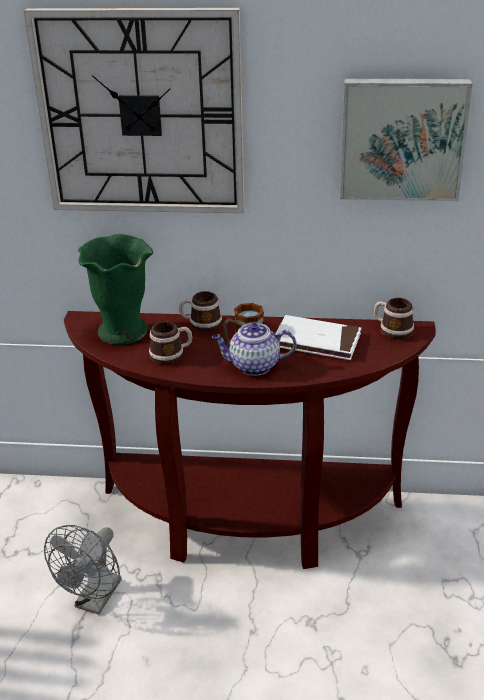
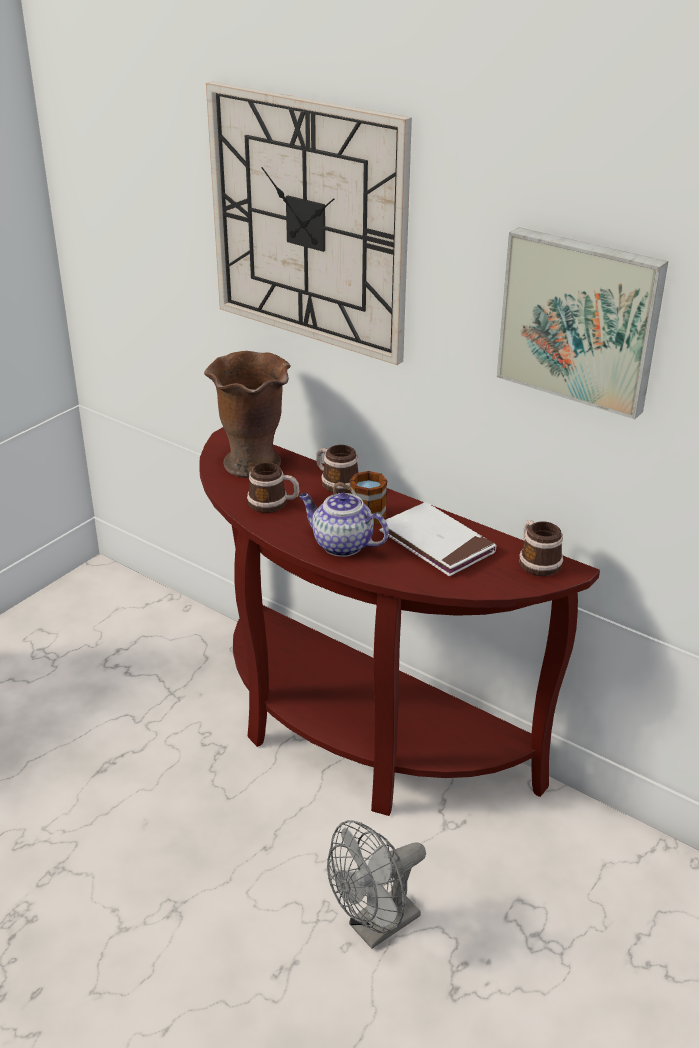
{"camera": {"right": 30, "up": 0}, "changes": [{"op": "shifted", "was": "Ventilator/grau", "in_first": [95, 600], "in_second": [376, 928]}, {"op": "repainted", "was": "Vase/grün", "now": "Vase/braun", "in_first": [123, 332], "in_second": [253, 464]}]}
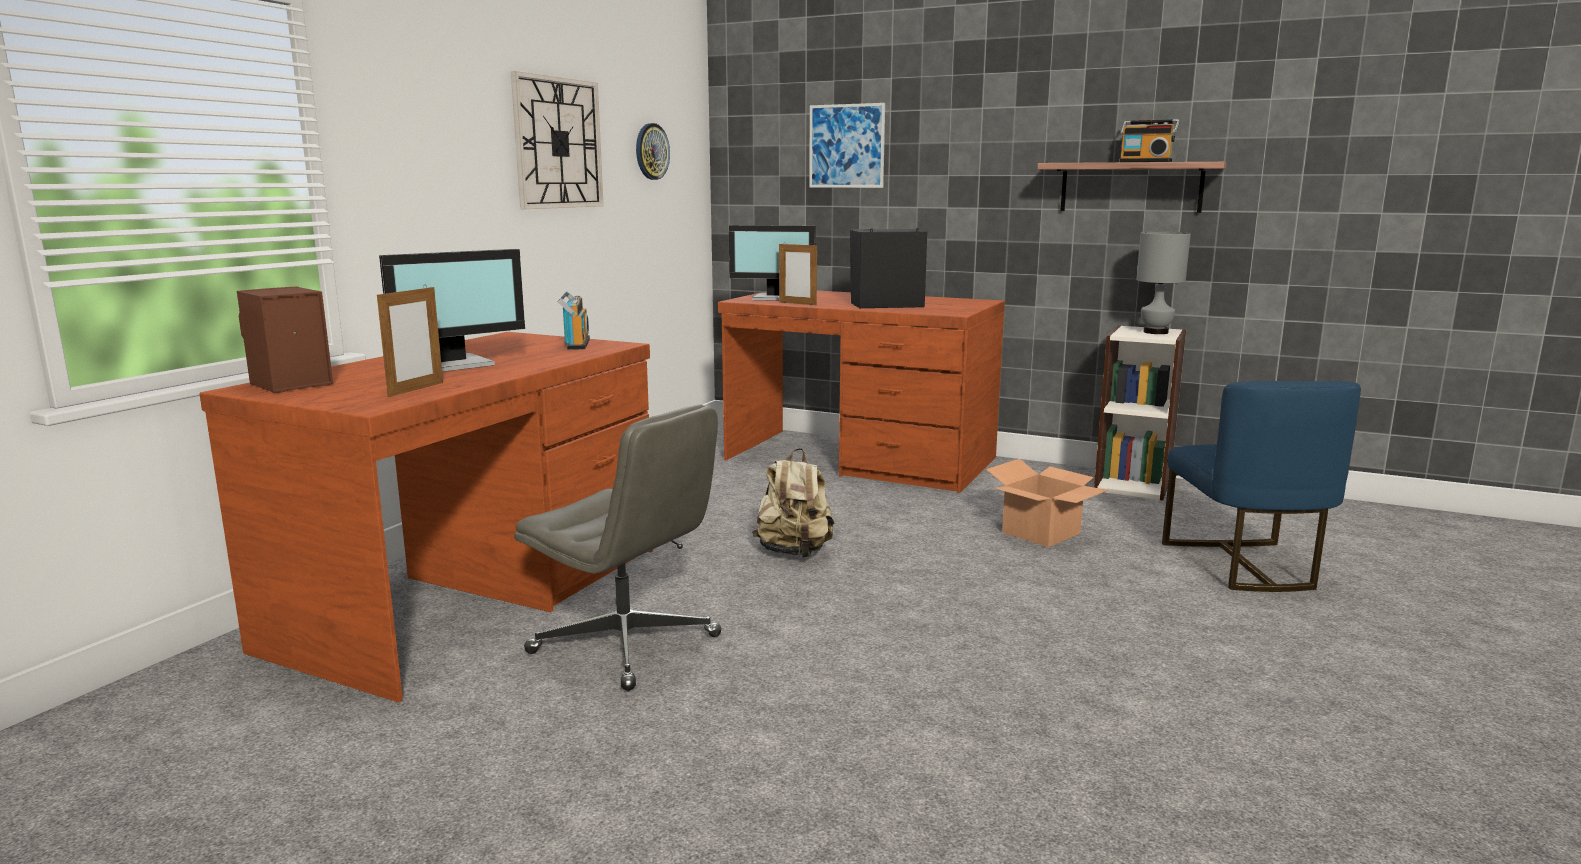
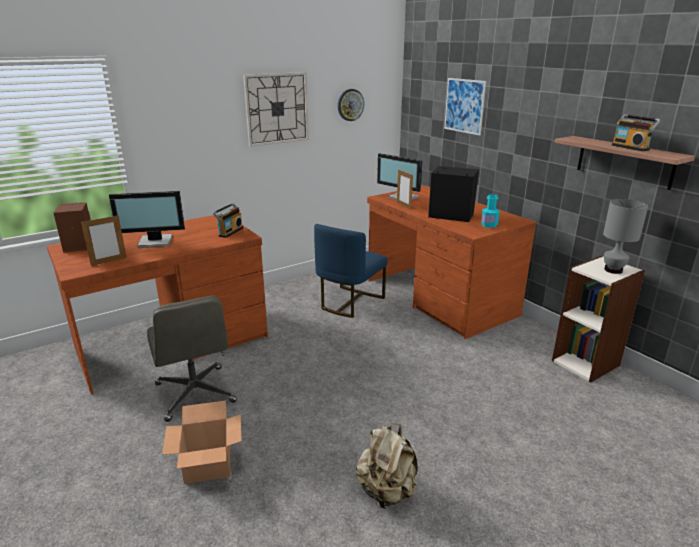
{"camera": {"right": 30, "up": 10}, "changes": [{"op": "new", "now": "Flasche/türkis", "in_second": [489, 225]}, {"op": "shifted", "was": "Rucksack/beige", "in_first": [794, 553], "in_second": [387, 491]}, {"op": "shifted", "was": "Karton", "in_first": [1041, 532], "in_second": [208, 464]}, {"op": "shifted", "was": "Stuhl/blau", "in_first": [1243, 565], "in_second": [349, 302]}]}
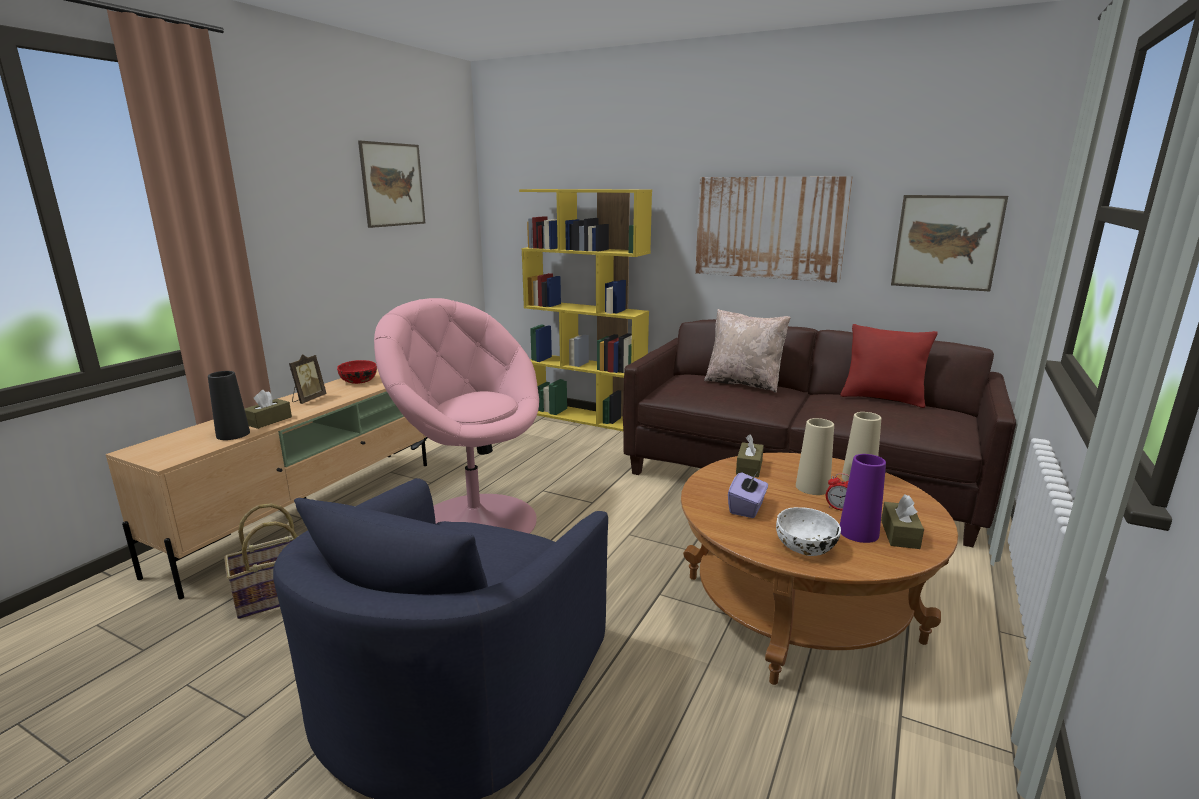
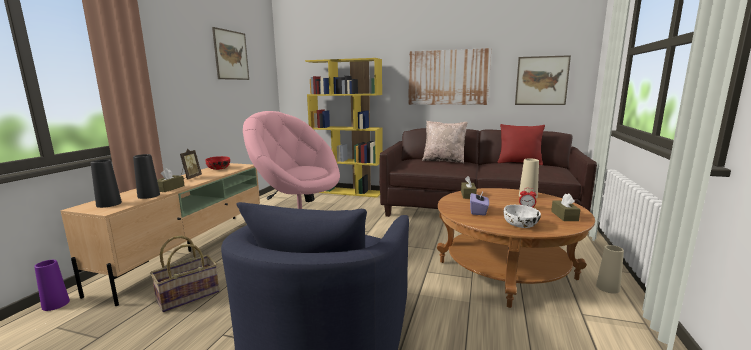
{"camera": {"right": -10, "up": -5}, "changes": [{"op": "new", "now": "Vase/schwarz", "in_second": [109, 204]}, {"op": "shifted", "was": "Vase/beige", "in_first": [812, 487], "in_second": [607, 287]}, {"op": "shifted", "was": "Vase/lila", "in_first": [858, 532], "in_second": [56, 304]}]}
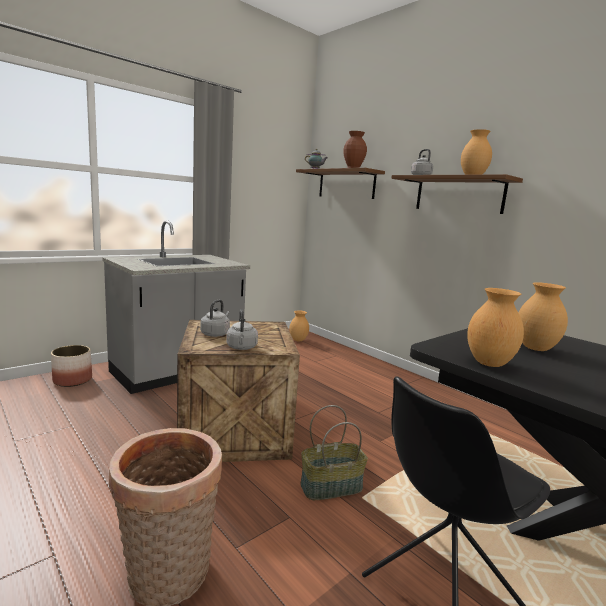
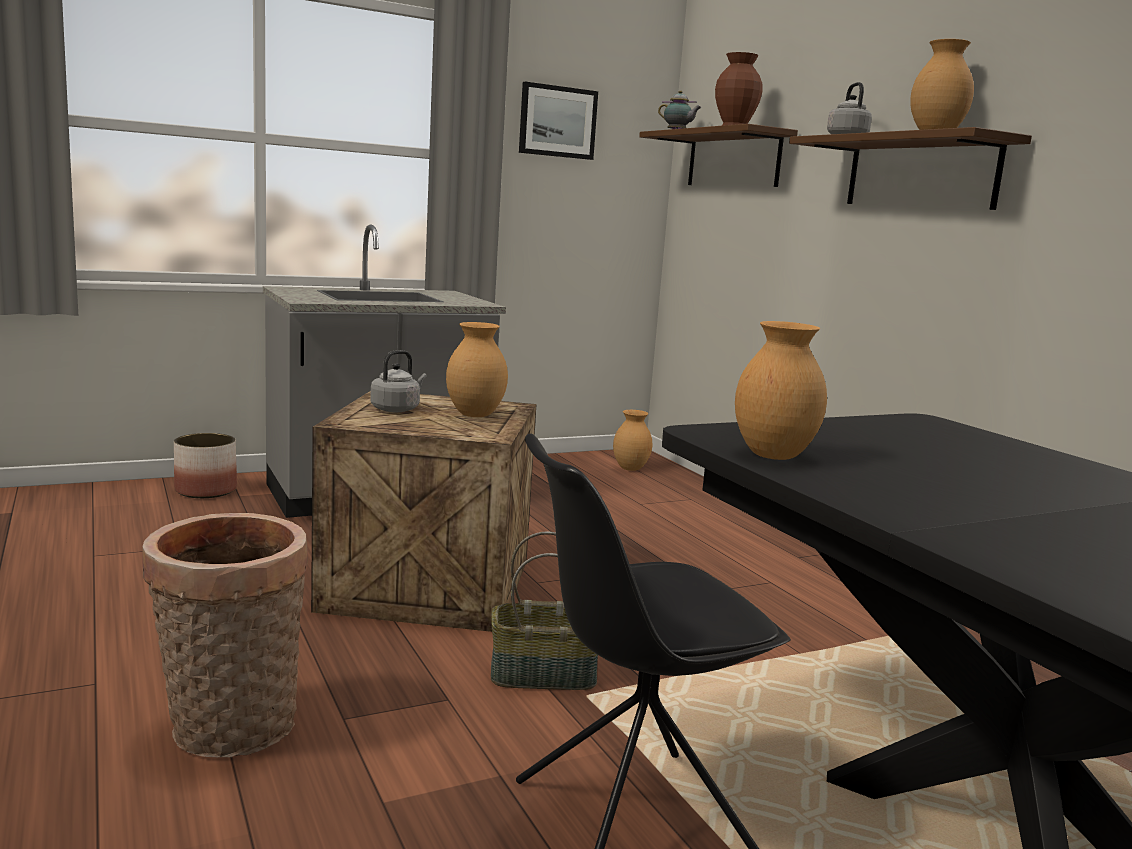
{"camera": {"right": 15, "up": 0}, "changes": [{"op": "gone", "was": "Wasserkessel/grau", "in_first": [241, 348]}, {"op": "new", "now": "Bild", "in_second": [557, 121]}, {"op": "shifted", "was": "Vase/braun", "in_first": [536, 348], "in_second": [475, 415]}]}
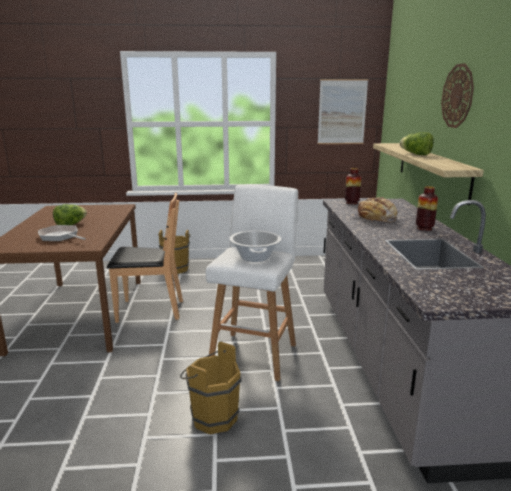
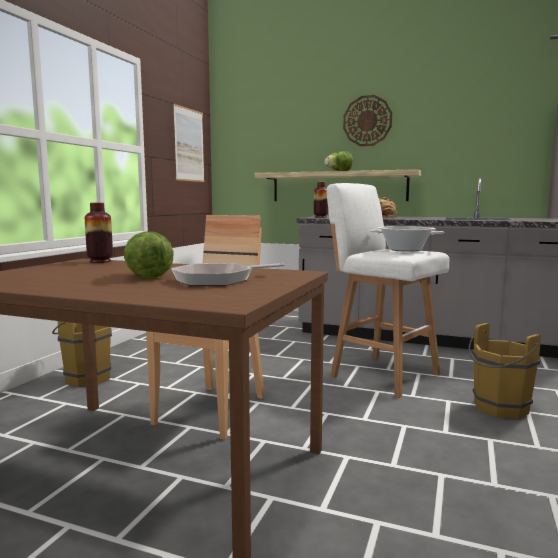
{"camera": {"right": -65, "up": -10}, "changes": [{"op": "shifted", "was": "Vase", "in_first": [424, 228], "in_second": [100, 261]}]}
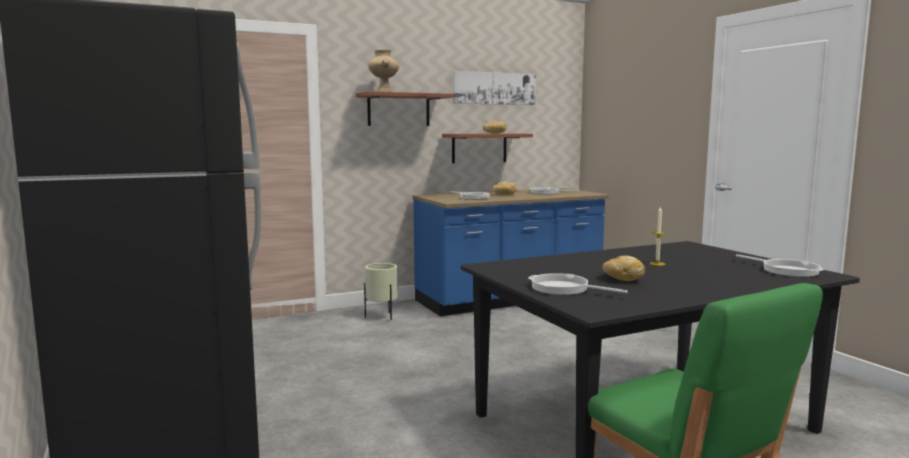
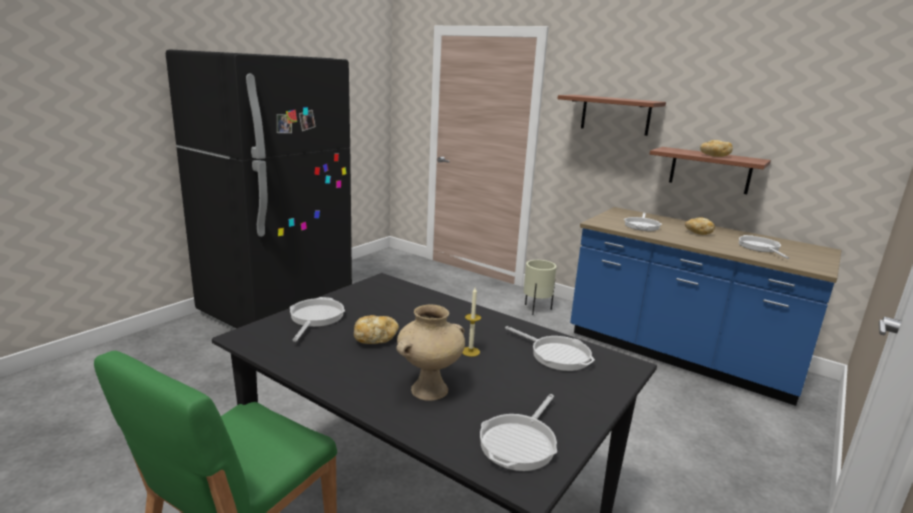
{"camera": {"right": 60, "up": 10}, "changes": [{"op": "gone", "was": "Bild", "in_first": [494, 88]}, {"op": "new", "now": "Pfanne", "in_second": [556, 355]}, {"op": "shifted", "was": "Vase/beige", "in_first": [383, 92], "in_second": [429, 389]}]}
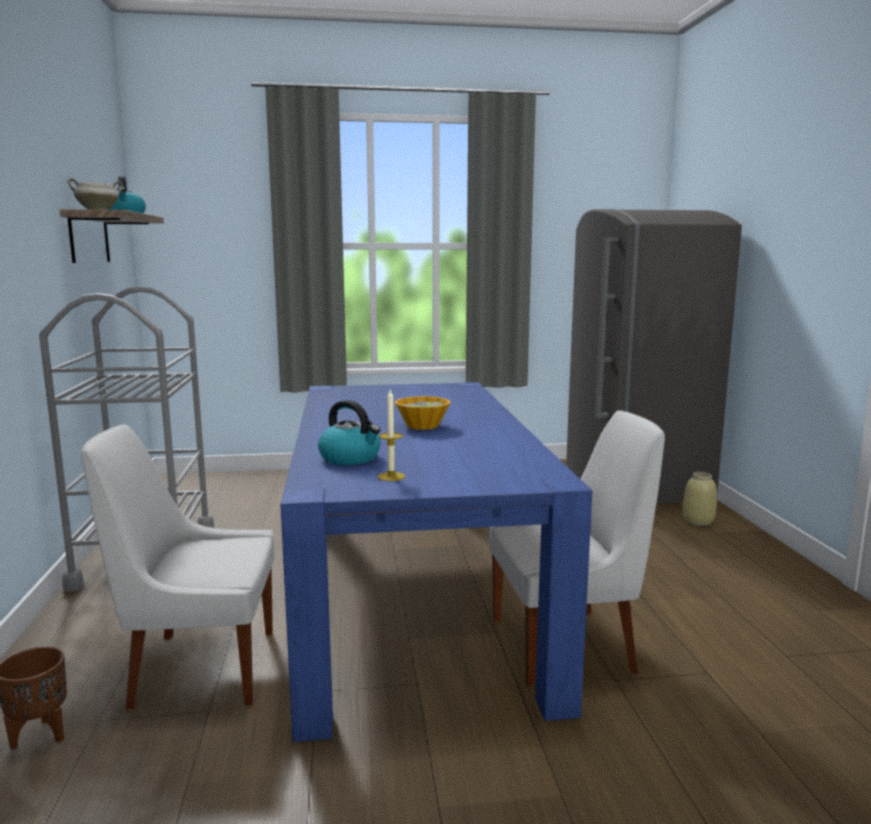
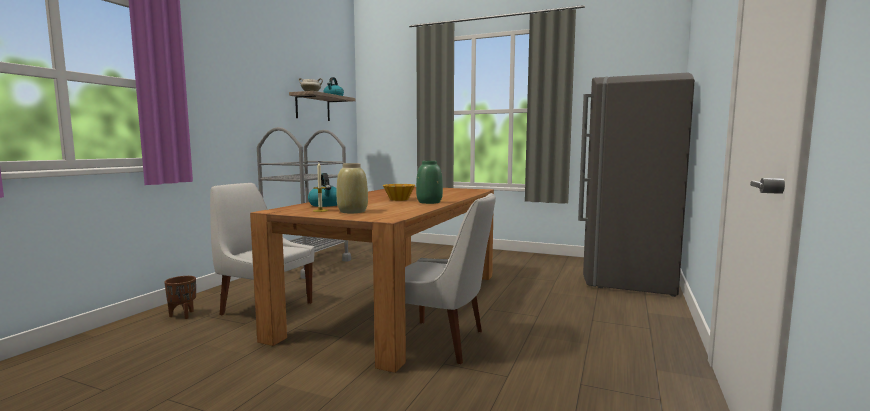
{"camera": {"right": 30, "up": -5}, "changes": [{"op": "new", "now": "Vase/grün", "in_second": [429, 202]}, {"op": "shifted", "was": "Vase/beige", "in_first": [698, 521], "in_second": [352, 211]}, {"op": "repainted", "was": "Esstisch/blau", "now": "Esstisch/braun", "in_first": [412, 594], "in_second": [398, 302]}]}
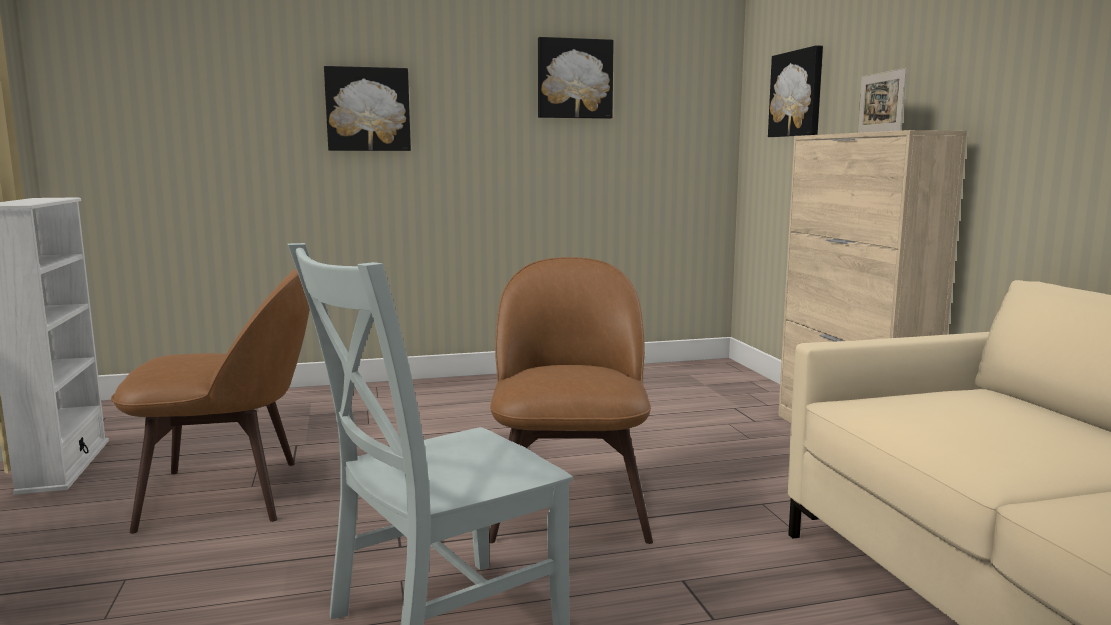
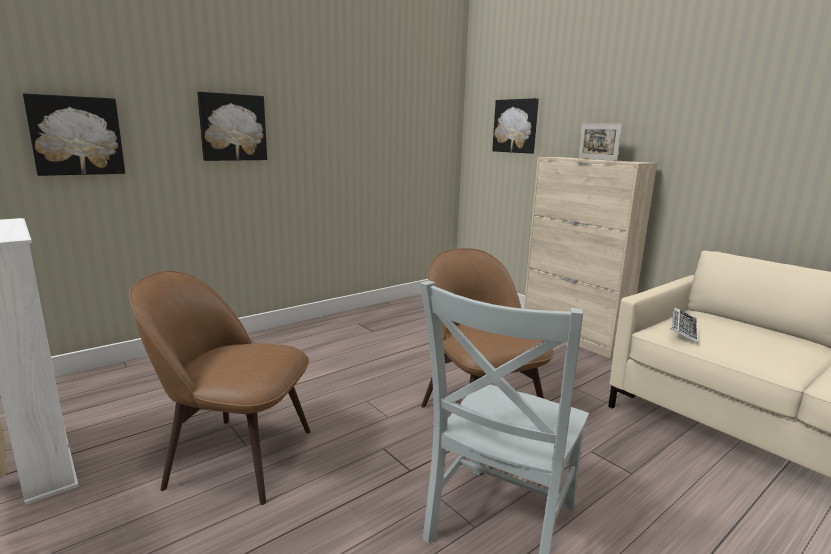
{"camera": {"right": -25, "up": 5}, "changes": [{"op": "new", "now": "Tastatur", "in_second": [683, 329]}, {"op": "shifted", "was": "Bild", "in_first": [574, 79], "in_second": [76, 136]}, {"op": "rotated", "was": "Stuhl/braun", "in_first": [229, 494], "in_second": [235, 456], "clockwise": -135}]}
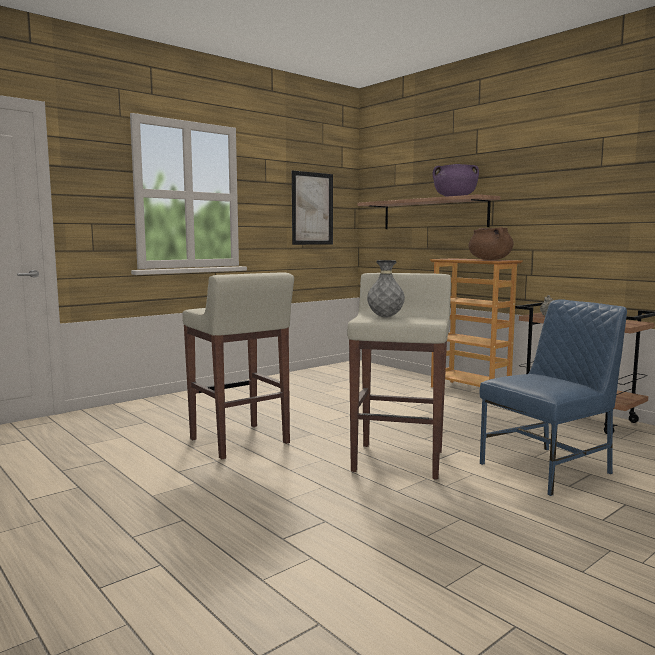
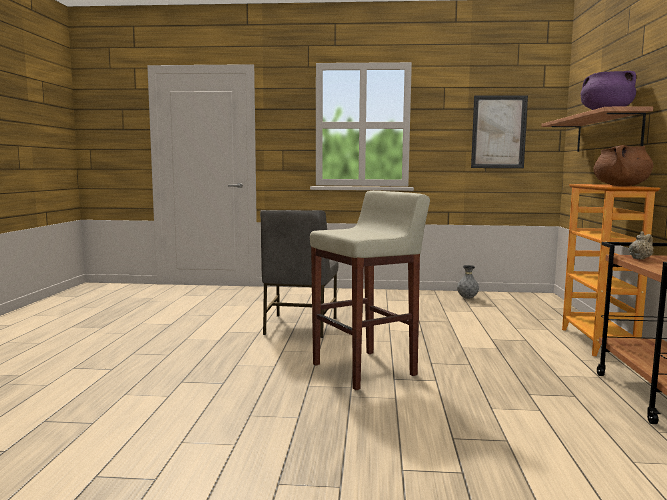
{"camera": {"right": 45, "up": 0}, "changes": [{"op": "gone", "was": "Stuhl/blau", "in_first": [548, 469]}, {"op": "shifted", "was": "Vase/grau", "in_first": [385, 317], "in_second": [467, 298]}, {"op": "swapped", "was": "Hocker/beige", "now": "Stuhl/grau", "in_first": [240, 442], "in_second": [299, 326]}]}
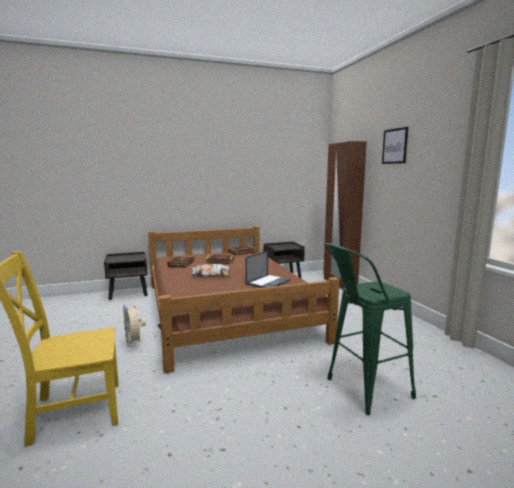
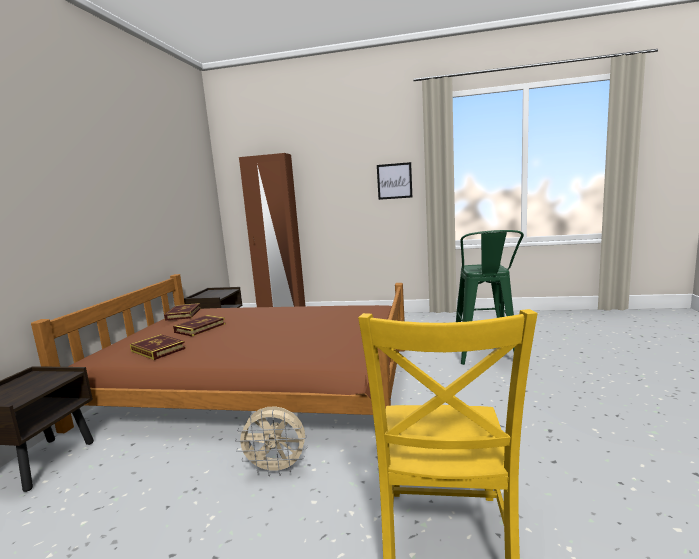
{"camera": {"right": -60, "up": 0}, "changes": [{"op": "gone", "was": "Kissen", "in_first": [211, 274]}, {"op": "gone", "was": "Laptop", "in_first": [268, 282]}, {"op": "shifted", "was": "Bild", "in_first": [394, 146], "in_second": [394, 181]}]}
